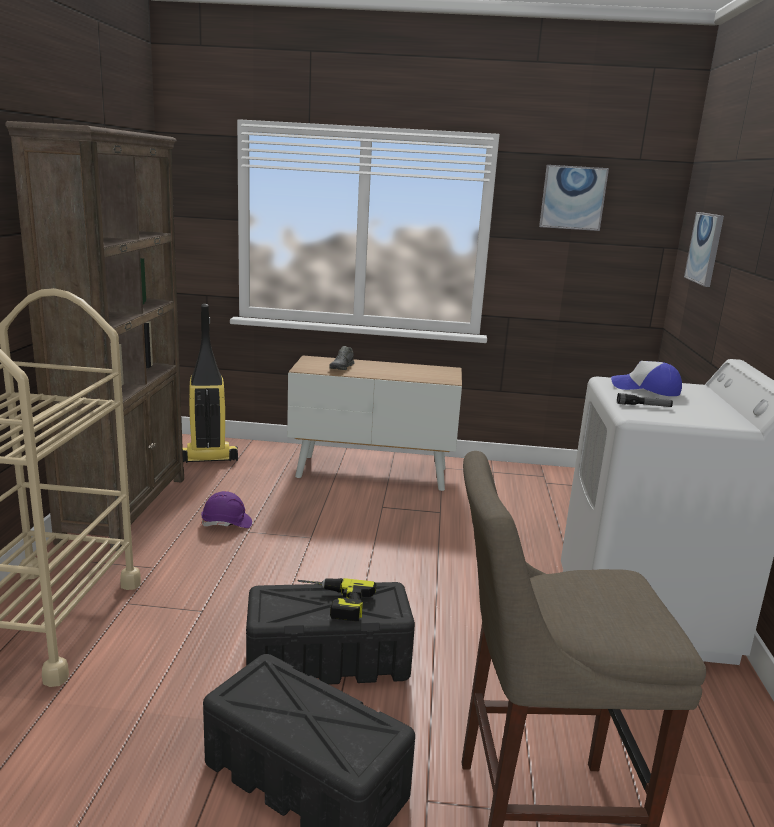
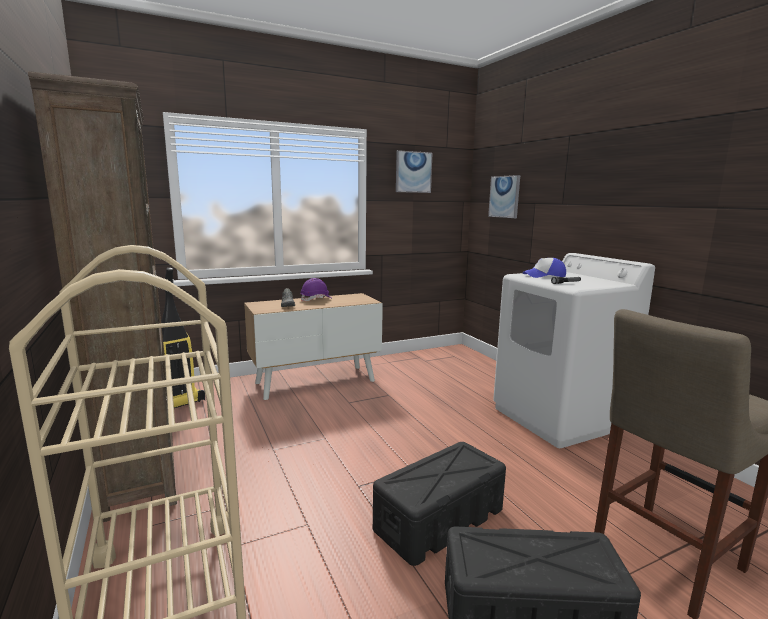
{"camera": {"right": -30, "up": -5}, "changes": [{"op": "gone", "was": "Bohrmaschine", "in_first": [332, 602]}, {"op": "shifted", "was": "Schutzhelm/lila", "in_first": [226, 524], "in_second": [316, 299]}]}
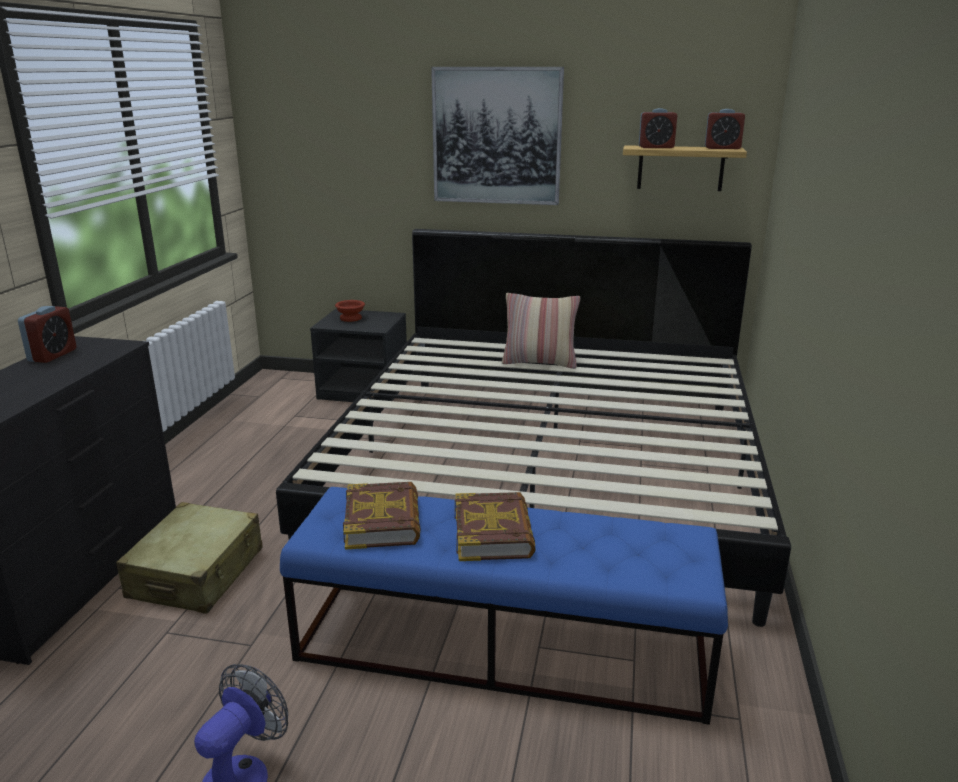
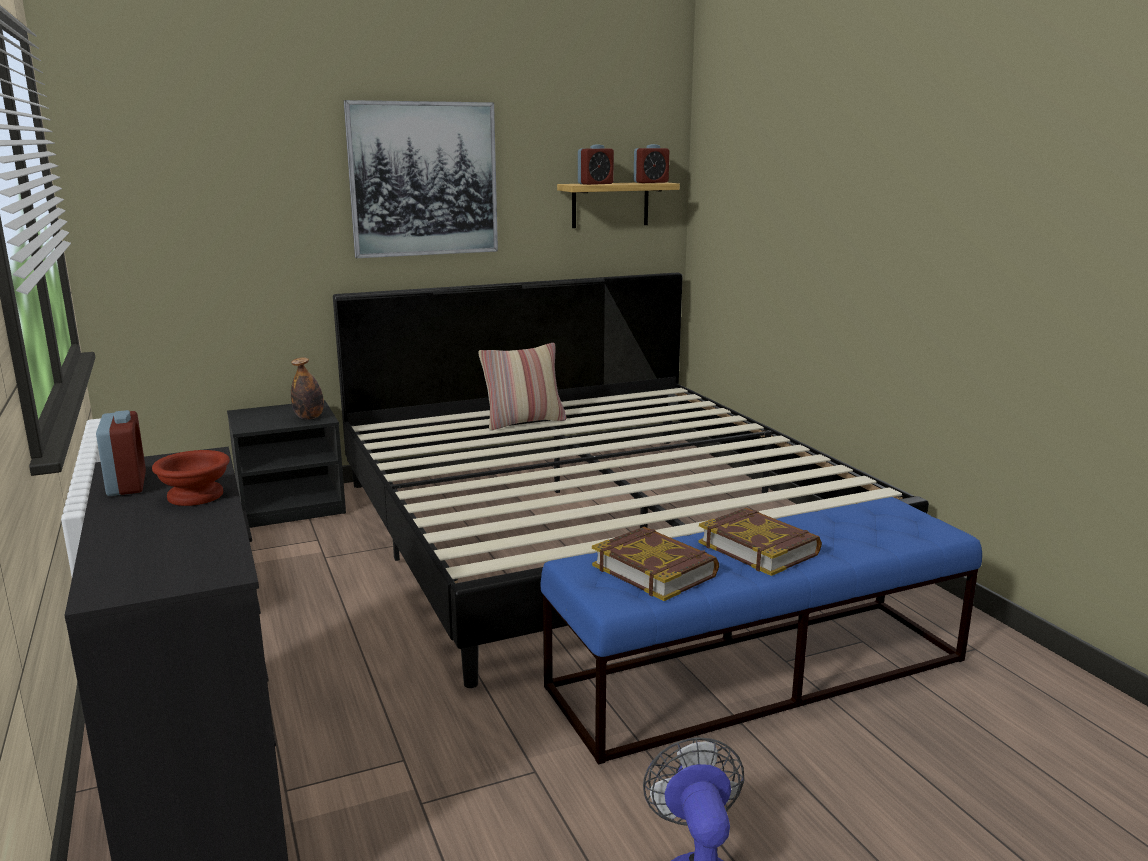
{"camera": {"right": -35, "up": -5}, "changes": [{"op": "gone", "was": "Koffer/beige", "in_first": [197, 573]}, {"op": "new", "now": "Flasche", "in_second": [309, 417]}, {"op": "shifted", "was": "Schüssel/braun", "in_first": [351, 318], "in_second": [197, 495]}]}
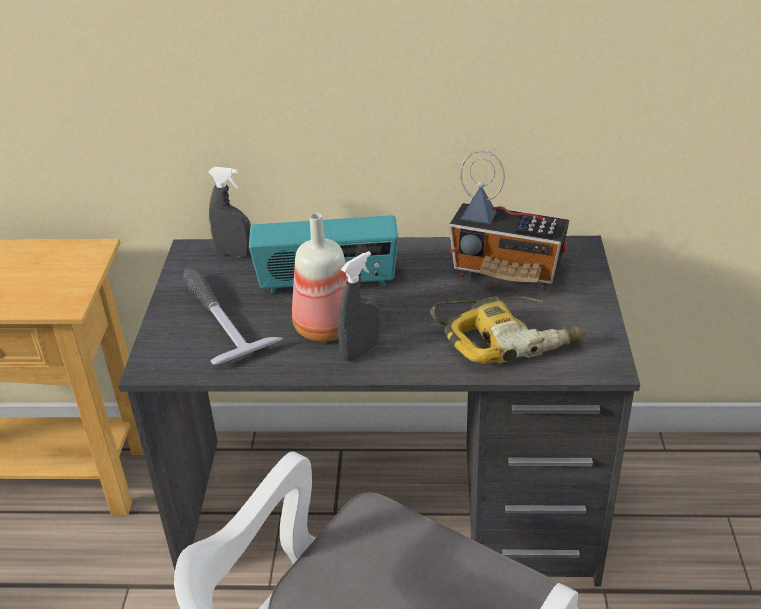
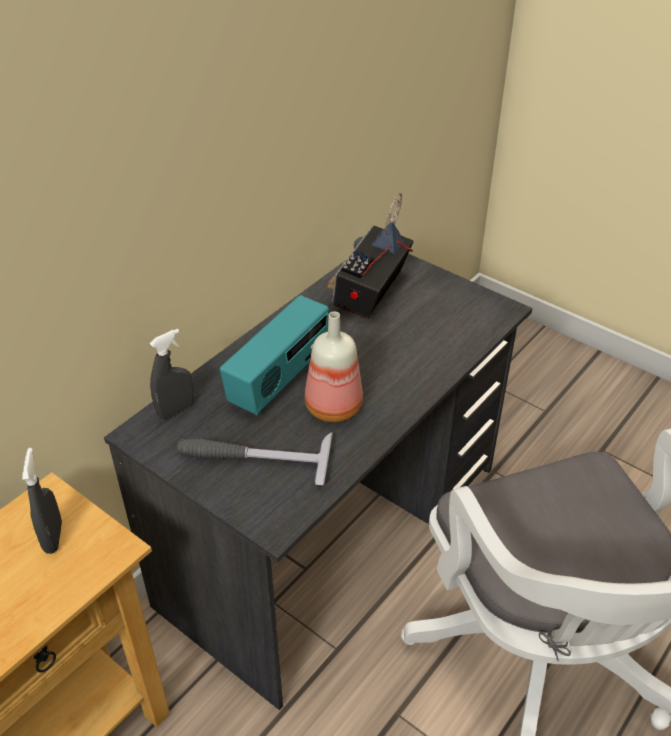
{"camera": {"right": -55, "up": 5}, "changes": [{"op": "gone", "was": "Bohrmaschine", "in_first": [507, 337]}, {"op": "shifted", "was": "Sprühflasche/grau", "in_first": [360, 351], "in_second": [53, 537]}, {"op": "rotated", "was": "Radio", "in_first": [507, 273], "in_second": [369, 295], "clockwise": 150}]}
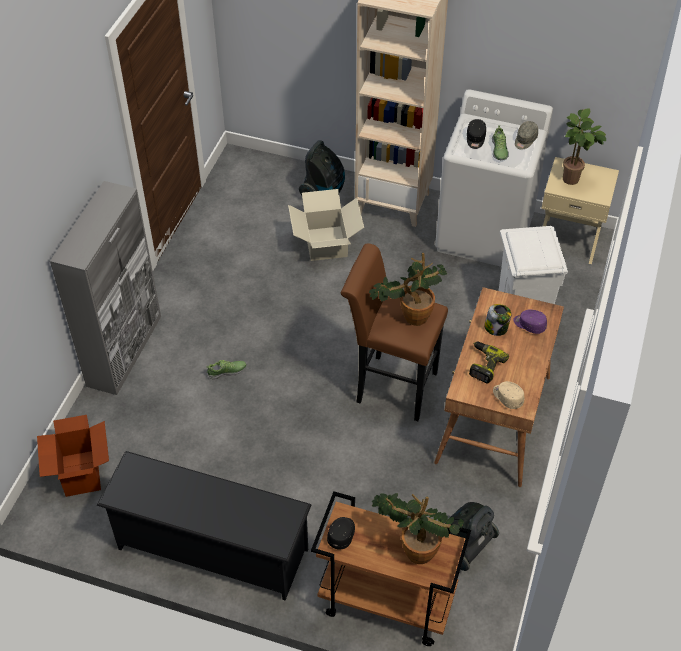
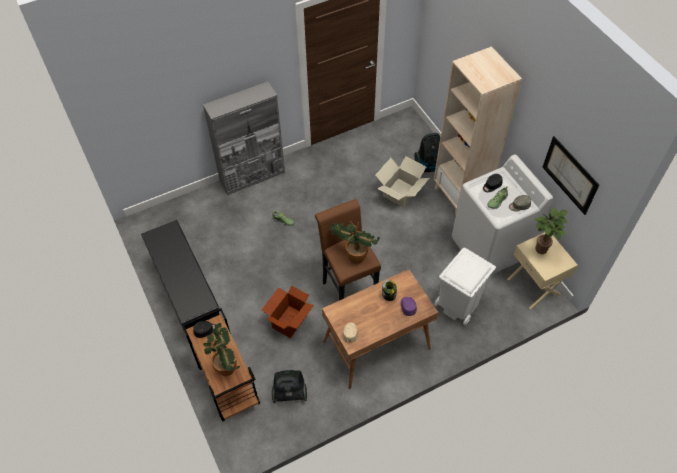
{"camera": {"right": 45, "up": 5}, "changes": [{"op": "gone", "was": "Bohrmaschine", "in_first": [483, 365]}, {"op": "new", "now": "Bild", "in_second": [570, 175]}, {"op": "shifted", "was": "Karton", "in_first": [80, 473], "in_second": [289, 321]}]}
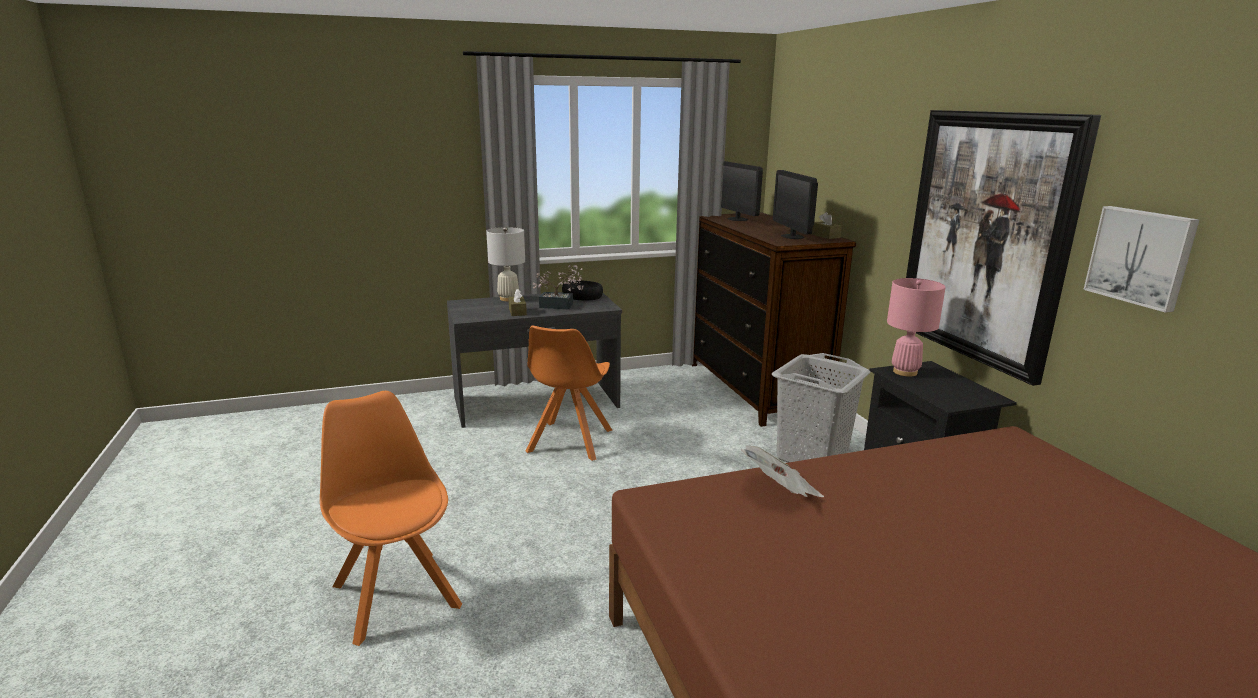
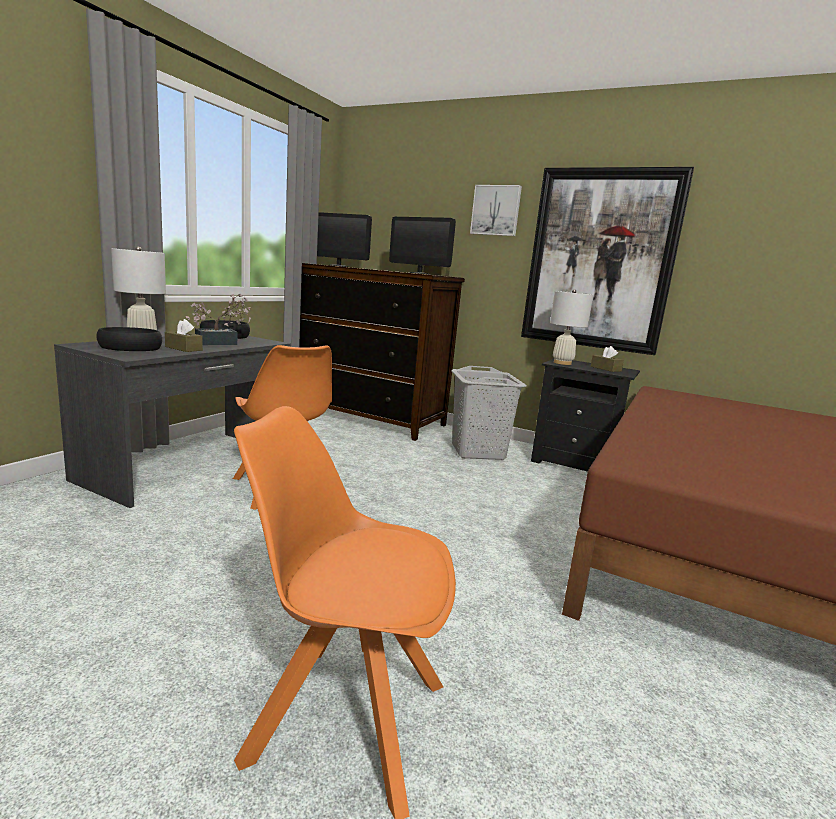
{"camera": {"right": -45, "up": -5}, "changes": [{"op": "gone", "was": "Zeitung", "in_first": [780, 491]}, {"op": "new", "now": "Schüssel/schwarz", "in_second": [131, 347]}, {"op": "new", "now": "Taschentuchbox/braun", "in_second": [605, 369]}, {"op": "shifted", "was": "Bild", "in_first": [1141, 257], "in_second": [496, 210]}, {"op": "repainted", "was": "Tischlampe/rosa", "now": "Tischlampe/weiß", "in_first": [905, 372], "in_second": [562, 363]}]}
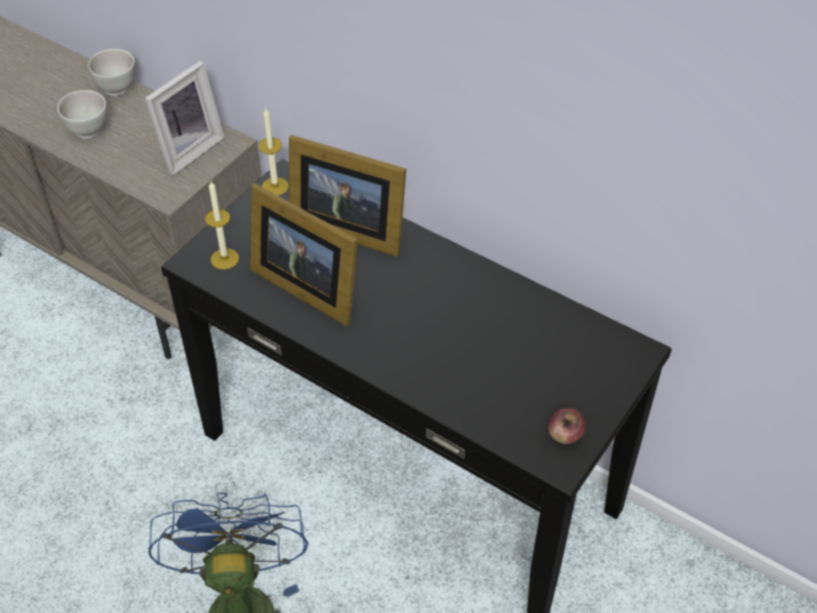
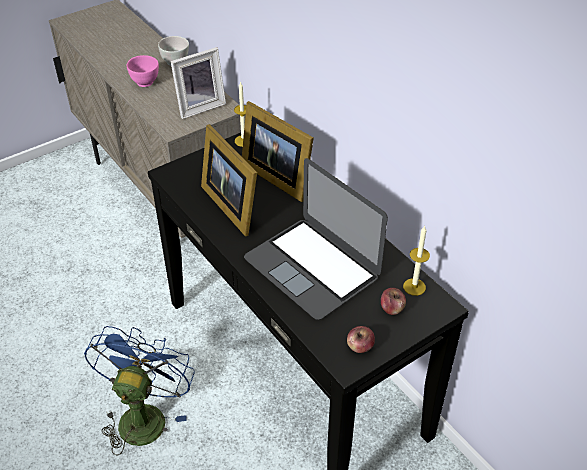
{"camera": {"right": 20, "up": -5}, "changes": [{"op": "new", "now": "Laptop", "in_second": [312, 267]}, {"op": "new", "now": "Apfel", "in_second": [392, 308]}, {"op": "shifted", "was": "Kerze", "in_first": [224, 259], "in_second": [414, 287]}, {"op": "repainted", "was": "Schüssel/weiß", "now": "Schüssel/rosa", "in_first": [88, 131], "in_second": [145, 83]}]}
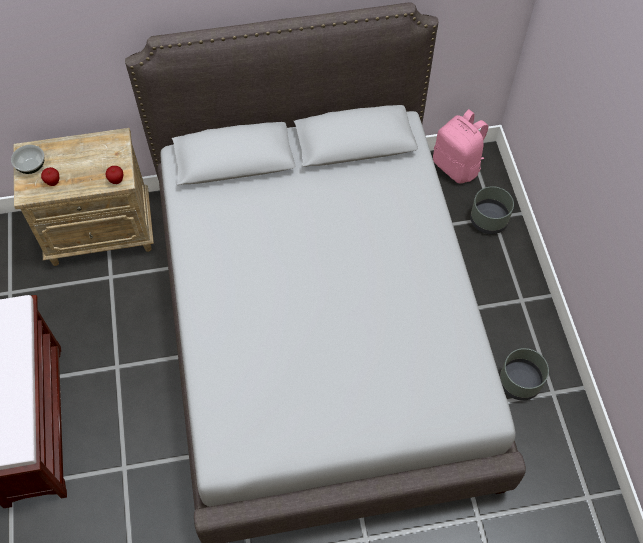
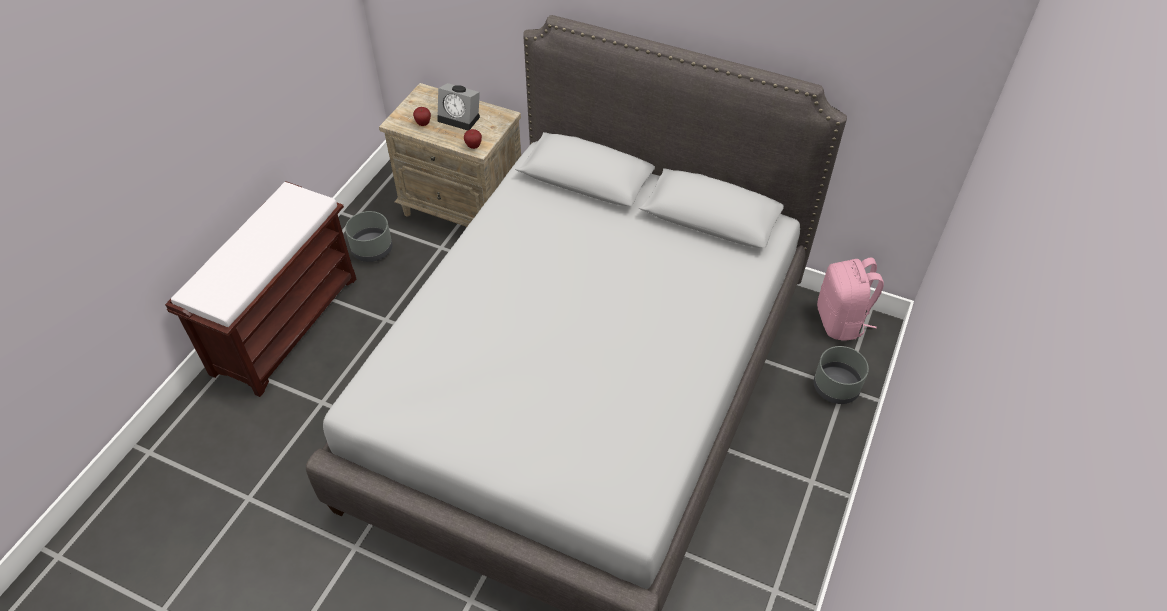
{"camera": {"right": 35, "up": -10}, "changes": [{"op": "gone", "was": "Schüssel", "in_first": [31, 165]}, {"op": "new", "now": "Wecker", "in_second": [461, 118]}, {"op": "shifted", "was": "Pflanzkübel/grau", "in_first": [520, 382], "in_second": [372, 250]}]}
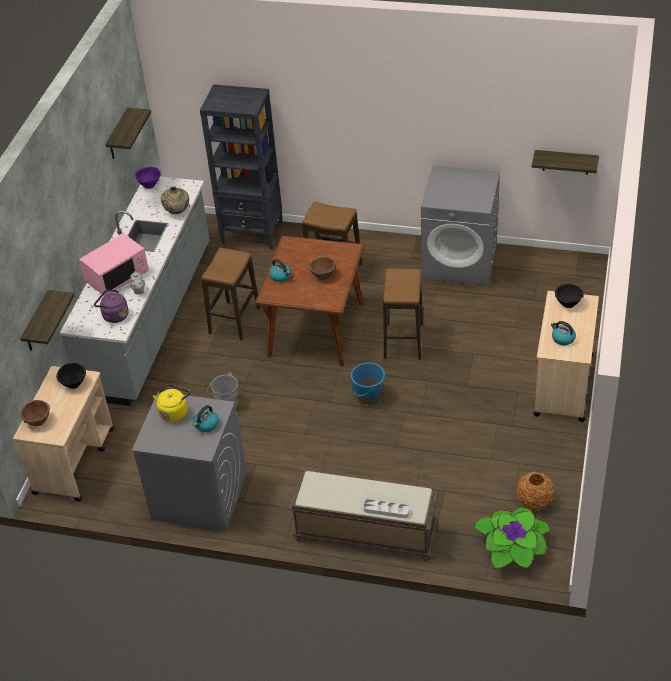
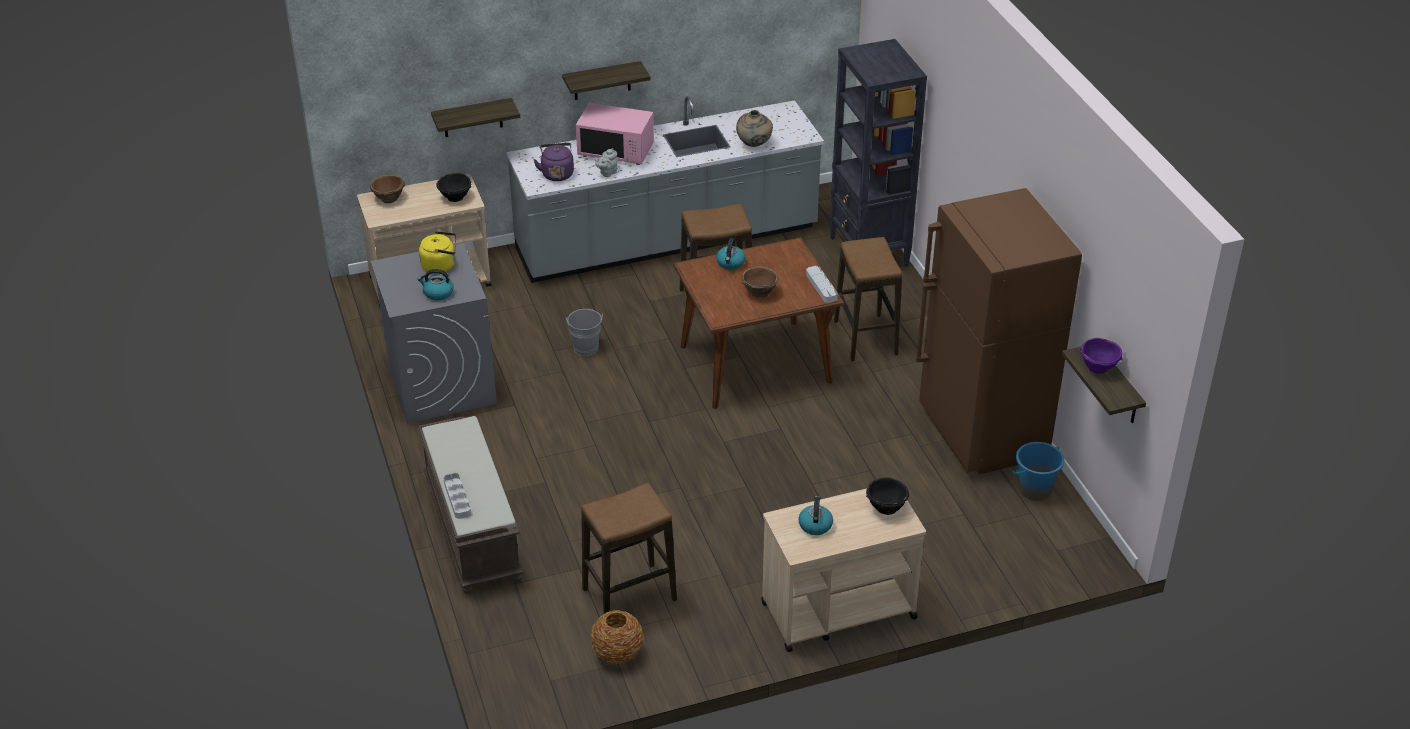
{"camera": {"right": 55, "up": -5}, "changes": [{"op": "gone", "was": "Topfpflanze", "in_first": [512, 548]}, {"op": "new", "now": "Tablett/grau", "in_second": [821, 286]}, {"op": "shifted", "was": "Wandregal", "in_first": [118, 135], "in_second": [602, 81]}, {"op": "shifted", "was": "Schüssel/lila", "in_first": [149, 184], "in_second": [1099, 367]}, {"op": "shifted", "was": "Eimer/blau", "in_first": [368, 396], "in_second": [1034, 489]}, {"op": "shifted", "was": "Hocker", "in_first": [403, 341], "in_second": [629, 595]}, {"op": "swapped", "was": "Waschmaschine/grau", "now": "Kühlschrank/braun", "in_first": [460, 262], "in_second": [982, 435]}]}
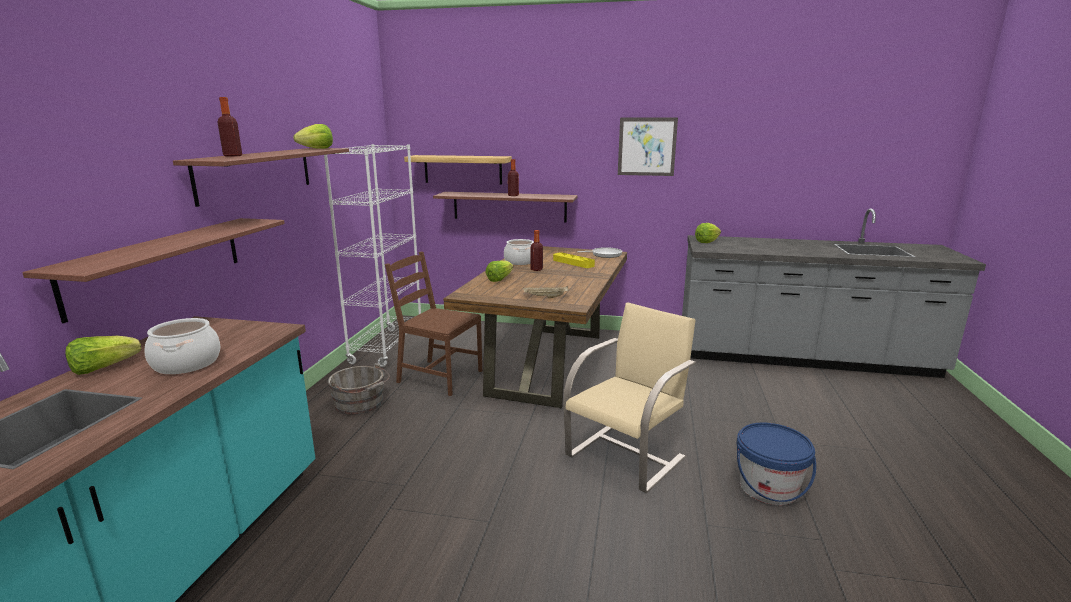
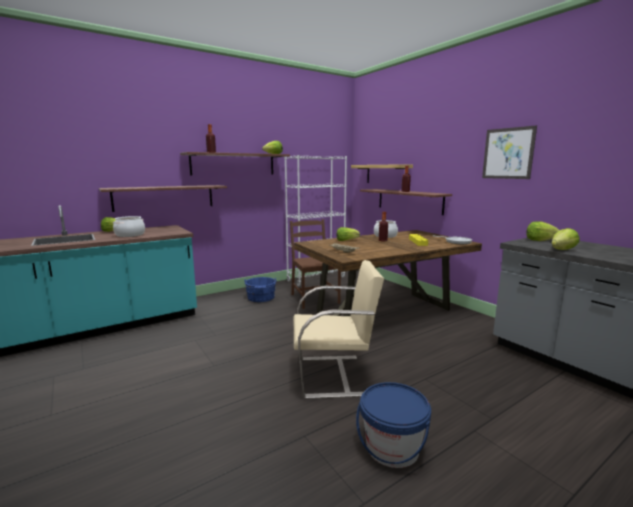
{"camera": {"right": 45, "up": -5}, "changes": [{"op": "new", "now": "Salatkopf", "in_second": [562, 250]}, {"op": "repainted", "was": "Eimer/grau", "now": "Eimer/blau", "in_first": [361, 404], "in_second": [261, 298]}]}
